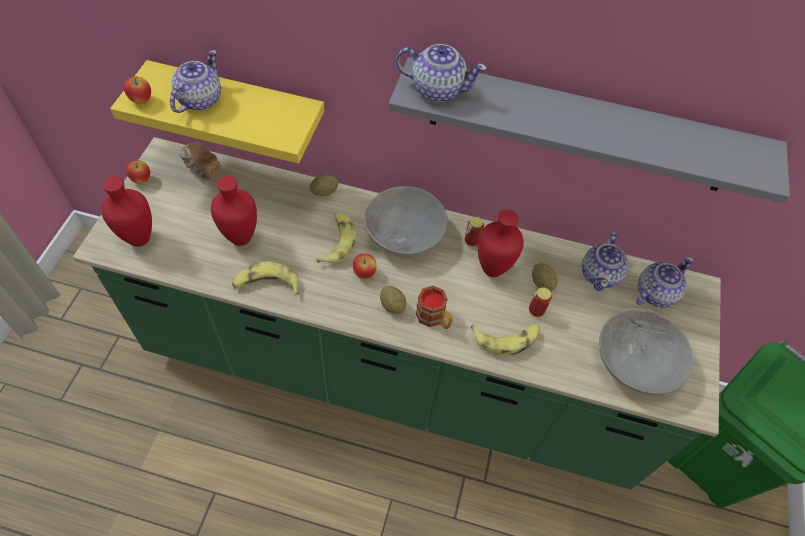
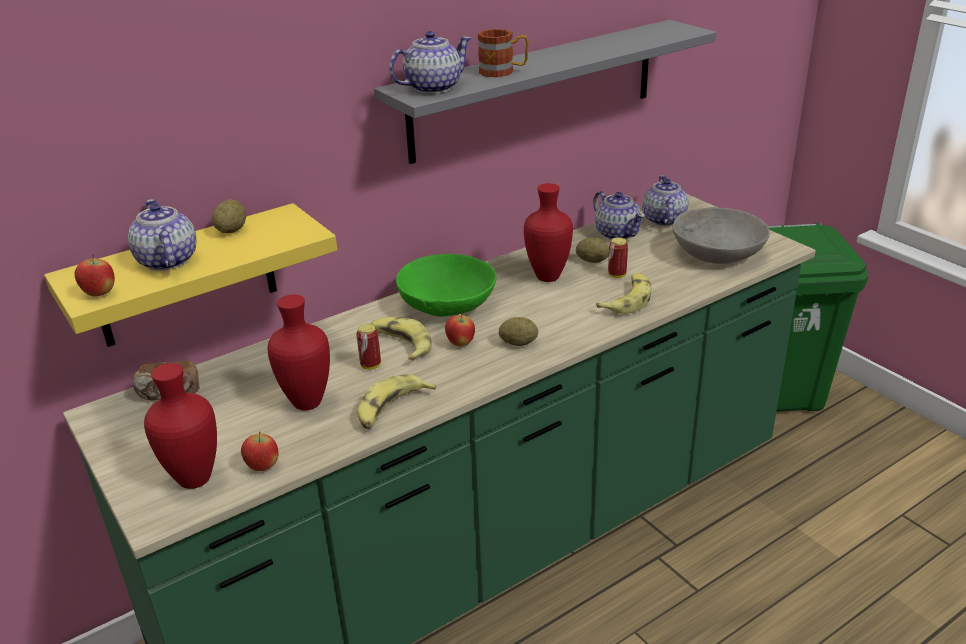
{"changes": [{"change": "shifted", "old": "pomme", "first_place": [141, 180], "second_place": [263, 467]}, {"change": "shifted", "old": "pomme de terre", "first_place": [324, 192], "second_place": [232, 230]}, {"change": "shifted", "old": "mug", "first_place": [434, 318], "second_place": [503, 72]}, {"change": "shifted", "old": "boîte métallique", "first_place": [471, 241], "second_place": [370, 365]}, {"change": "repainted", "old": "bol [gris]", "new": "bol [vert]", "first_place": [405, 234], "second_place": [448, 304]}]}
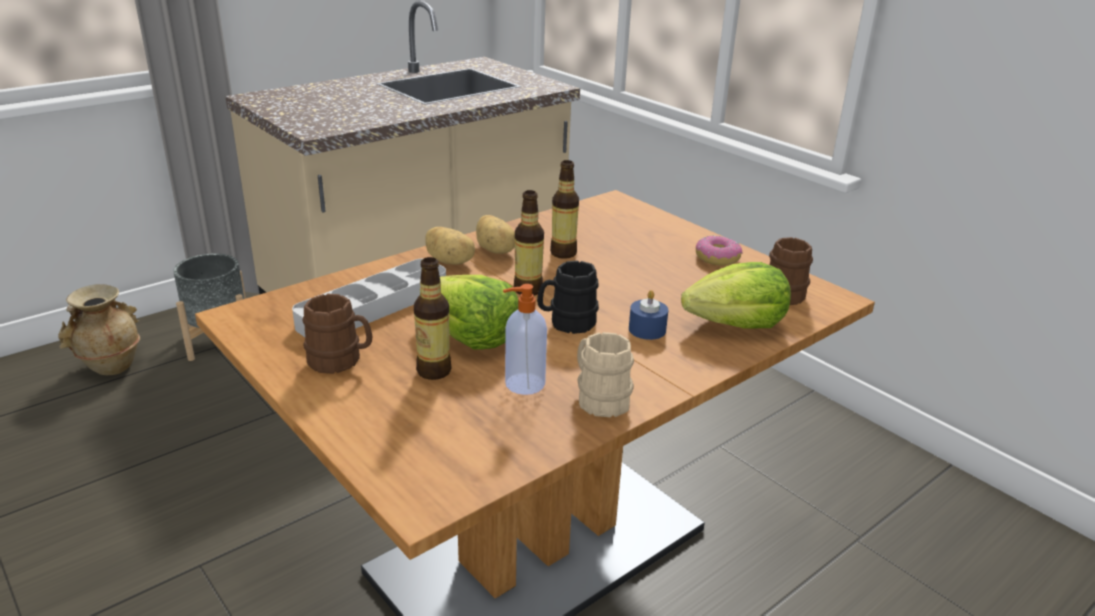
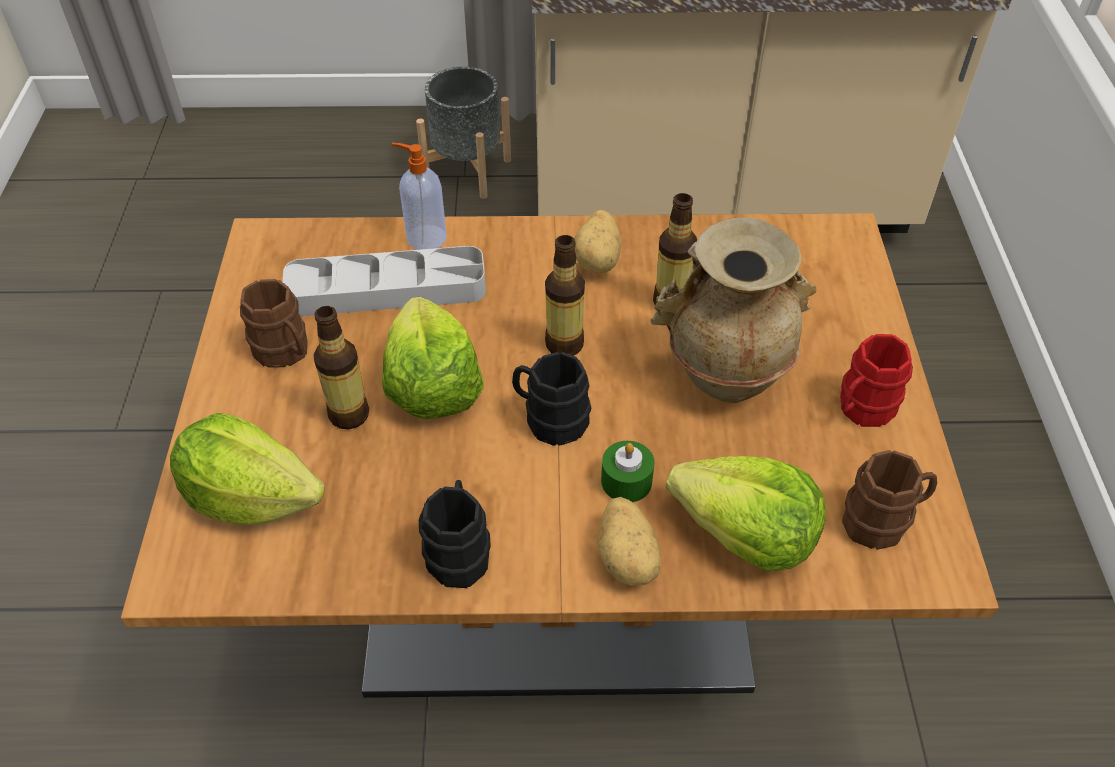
{"changes": [{"change": "new", "new": "laitue", "second_place": [251, 497]}, {"change": "shifted", "old": "vase [beige]", "first_place": [111, 366], "second_place": [724, 375]}, {"change": "shifted", "old": "pomme de terre", "first_place": [450, 261], "second_place": [628, 558]}, {"change": "shifted", "old": "distributeur de savon", "first_place": [523, 384], "second_place": [425, 238]}, {"change": "swapped", "old": "beignet", "new": "mug [rouge]", "first_place": [717, 258], "second_place": [861, 409]}, {"change": "repainted", "old": "mug [beige]", "new": "mug [noir]", "first_place": [598, 398], "second_place": [459, 551]}, {"change": "repainted", "old": "bougie [bleu]", "new": "bougie [vert]", "first_place": [647, 329], "second_place": [626, 481]}]}
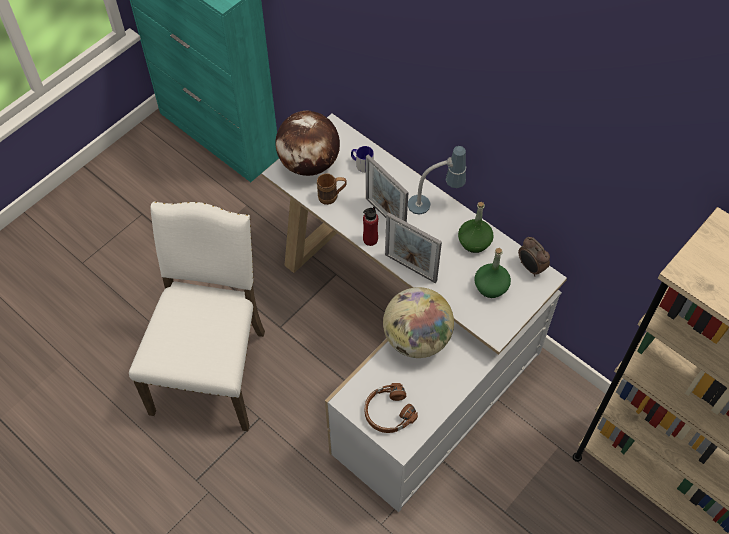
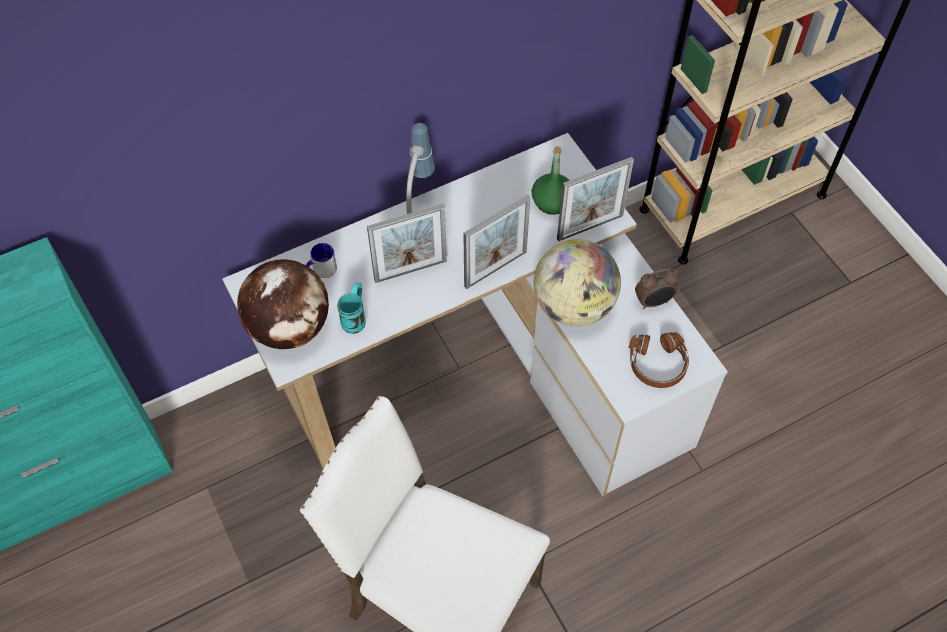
{"changes": [{"change": "gone", "old": "bouteille [rouge]", "first_place": [370, 239]}, {"change": "gone", "old": "bouteille [vert]", "first_place": [474, 242]}, {"change": "new", "new": "cadre photo", "second_place": [590, 227]}, {"change": "shifted", "old": "réveil", "first_place": [530, 267], "second_place": [654, 302]}, {"change": "repainted", "old": "mug [marron]", "new": "mug [turquoise]", "first_place": [332, 197], "second_place": [356, 318]}]}
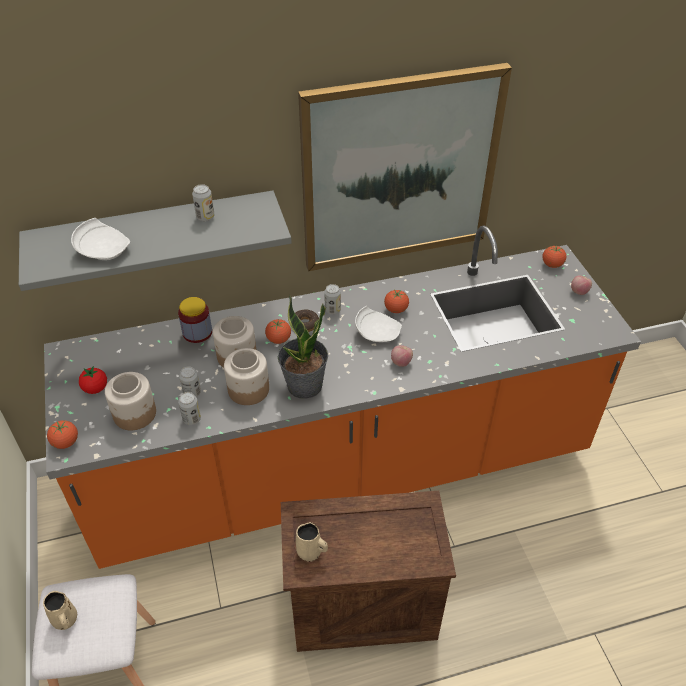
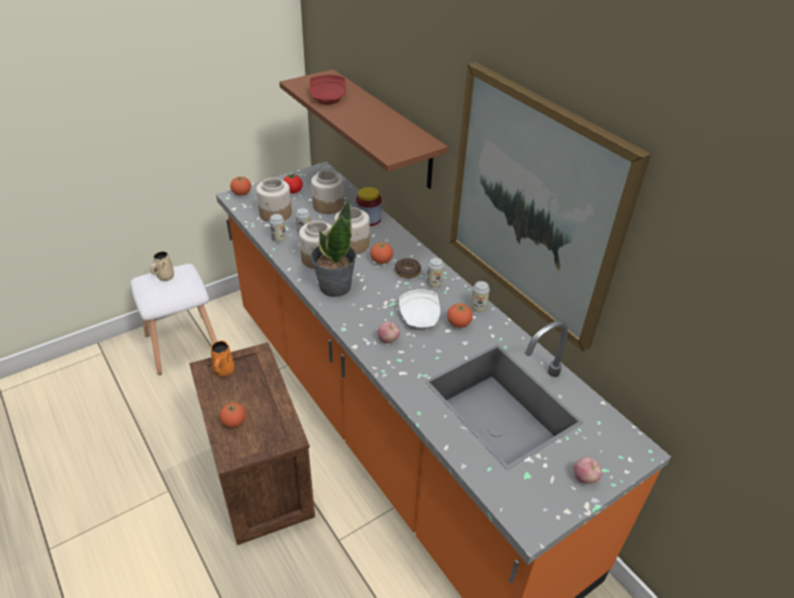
{"changes": [{"change": "new", "new": "bocal", "second_place": [328, 205]}, {"change": "shifted", "old": "boîte métallique", "first_place": [205, 217], "second_place": [478, 307]}, {"change": "shifted", "old": "tomate", "first_place": [552, 265], "second_place": [234, 422]}, {"change": "repainted", "old": "étagère [gris]", "new": "étagère [marron]", "first_place": [156, 236], "second_place": [384, 129]}, {"change": "repainted", "old": "assiette [blanc]", "new": "assiette [rouge]", "first_place": [103, 249], "second_place": [328, 98]}, {"change": "repainted", "old": "mug [beige]", "new": "mug [orange]", "first_place": [310, 552], "second_place": [223, 371]}]}
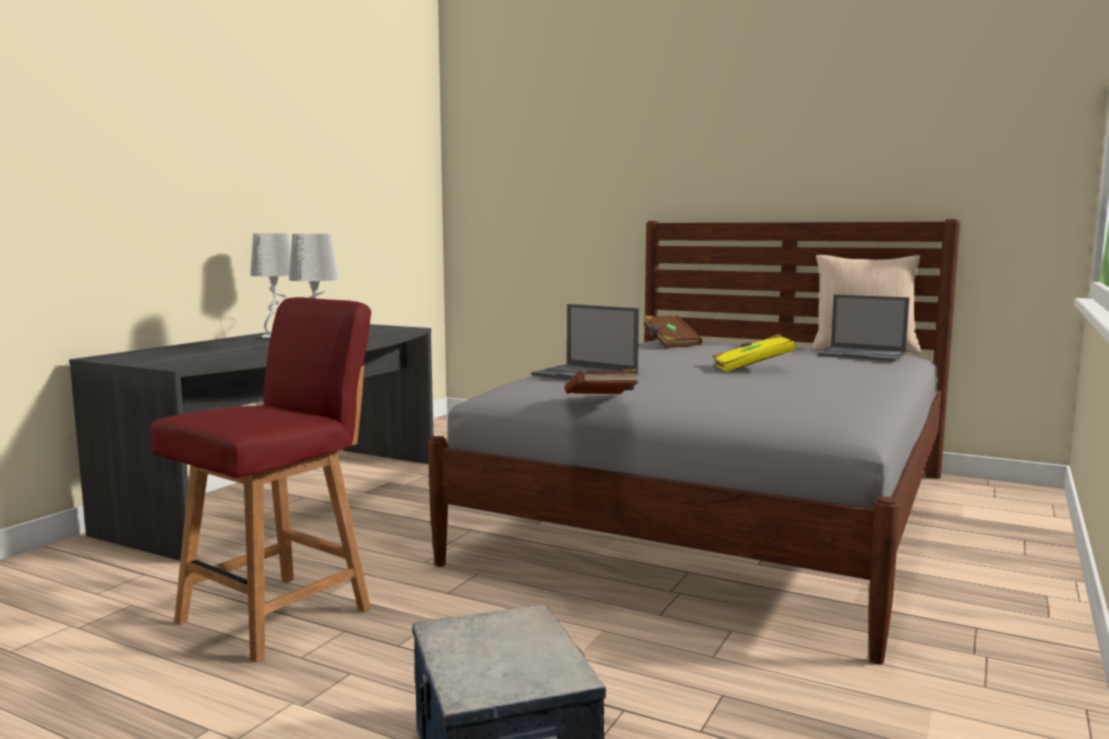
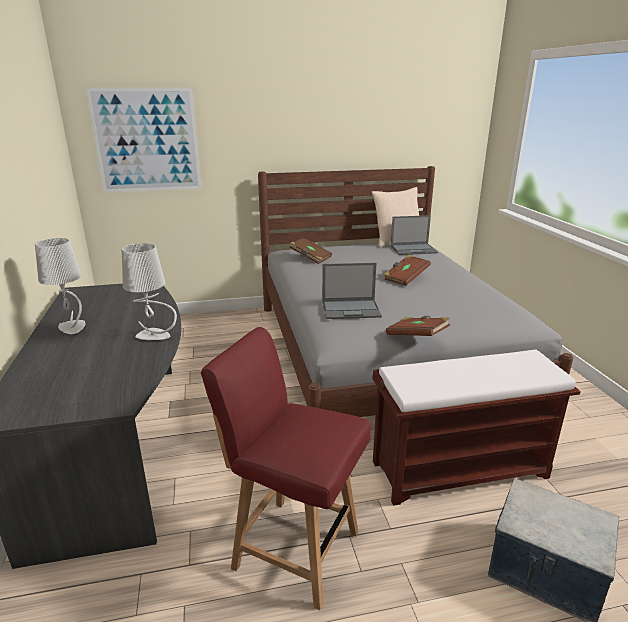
{"changes": [{"change": "new", "new": "tableau", "second_place": [147, 141]}, {"change": "new", "new": "banc [marron]", "second_place": [460, 469]}, {"change": "repainted", "old": "livre [jaune]", "new": "livre [marron]", "first_place": [752, 369], "second_place": [405, 278]}, {"change": "rotated", "old": "chaise [rouge]", "first_place": [279, 614], "second_place": [294, 548], "degrees": -60}]}
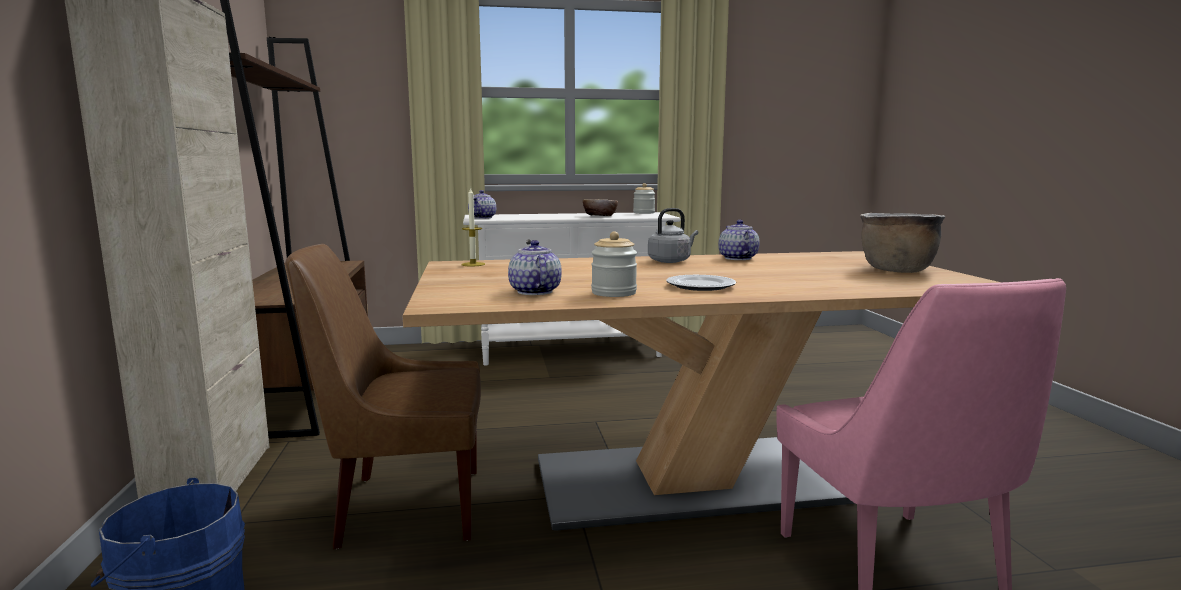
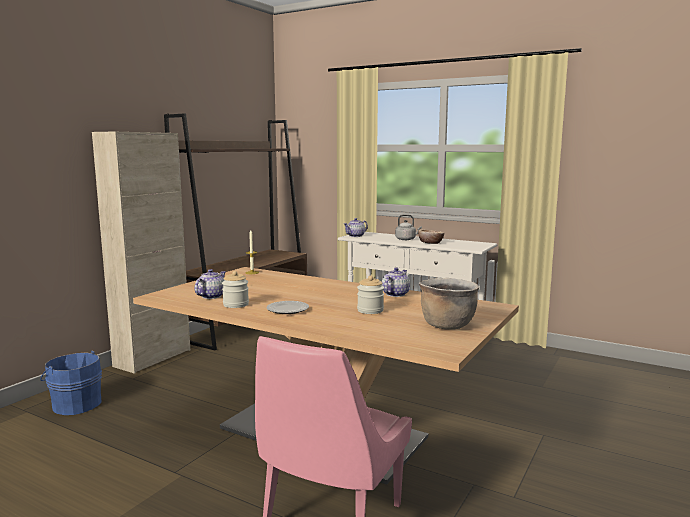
{"changes": [{"change": "gone", "old": "chaise [marron]", "first_place": [404, 507]}, {"change": "shifted", "old": "bocal", "first_place": [644, 213], "second_place": [370, 310]}, {"change": "shifted", "old": "bouilloire [gris]", "first_place": [671, 261], "second_place": [406, 239]}]}
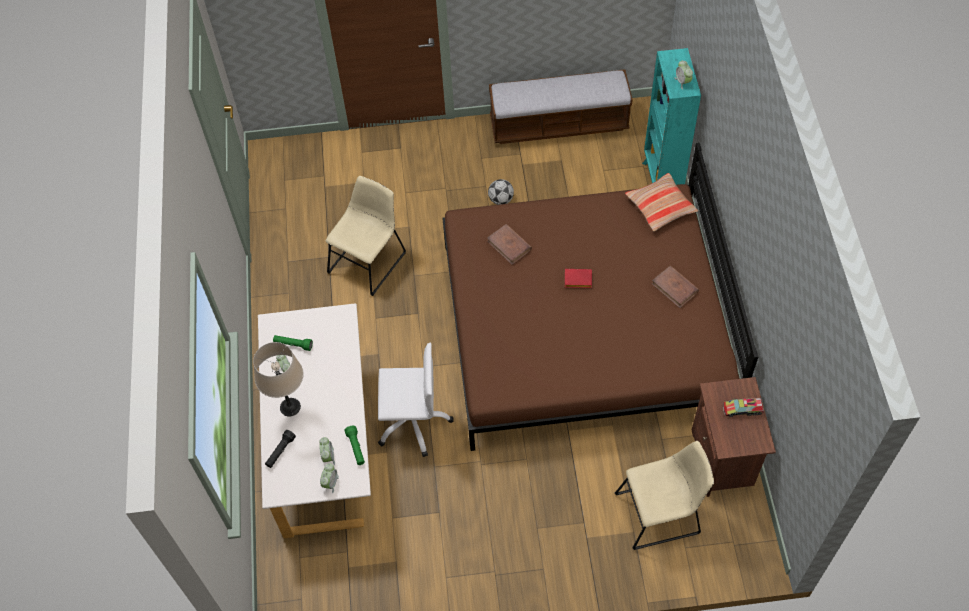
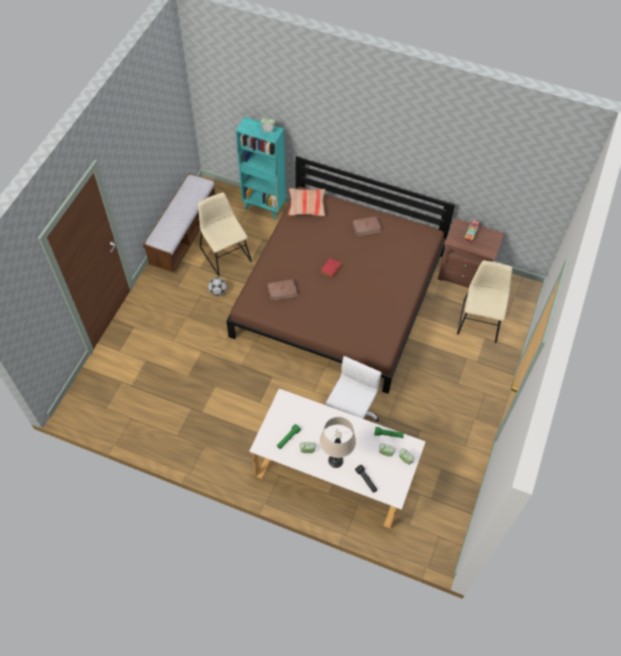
{"changes": [{"change": "shifted", "old": "chaise [beige]", "first_place": [369, 260], "second_place": [224, 253]}]}
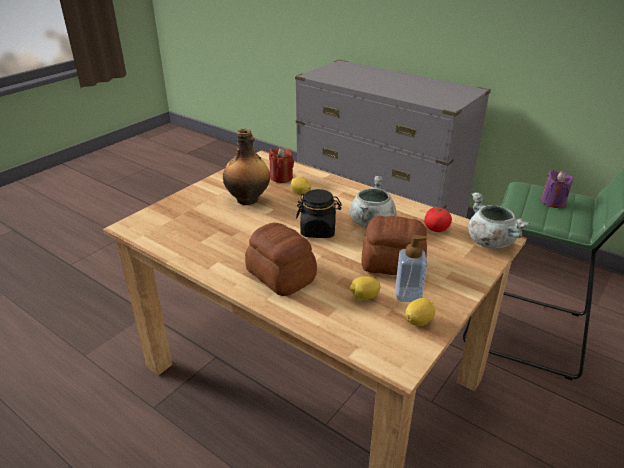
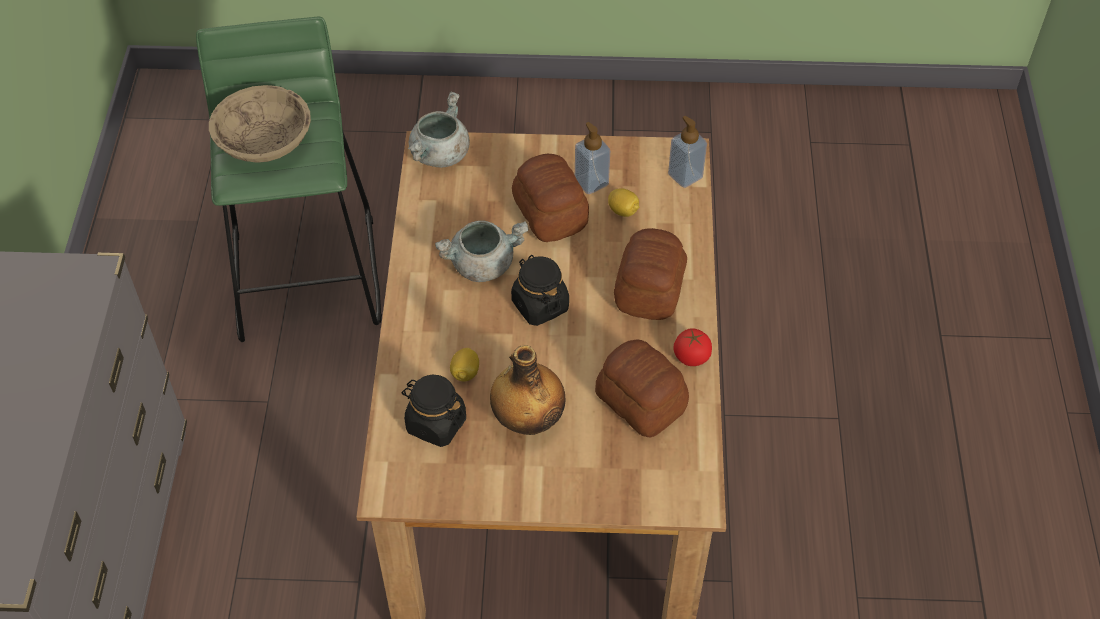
{"changes": [{"change": "gone", "old": "citron", "first_place": [418, 321]}, {"change": "new", "new": "pain", "second_place": [640, 403]}, {"change": "new", "new": "distributeur de savon", "second_place": [685, 176]}, {"change": "shifted", "old": "tomate", "first_place": [436, 228], "second_place": [691, 356]}, {"change": "swapped", "old": "bougie [rouge]", "new": "bocal [noir]", "first_place": [281, 177], "second_place": [435, 423]}, {"change": "swapped", "old": "bougie [violet]", "new": "bol [beige]", "first_place": [553, 202], "second_place": [265, 143]}]}
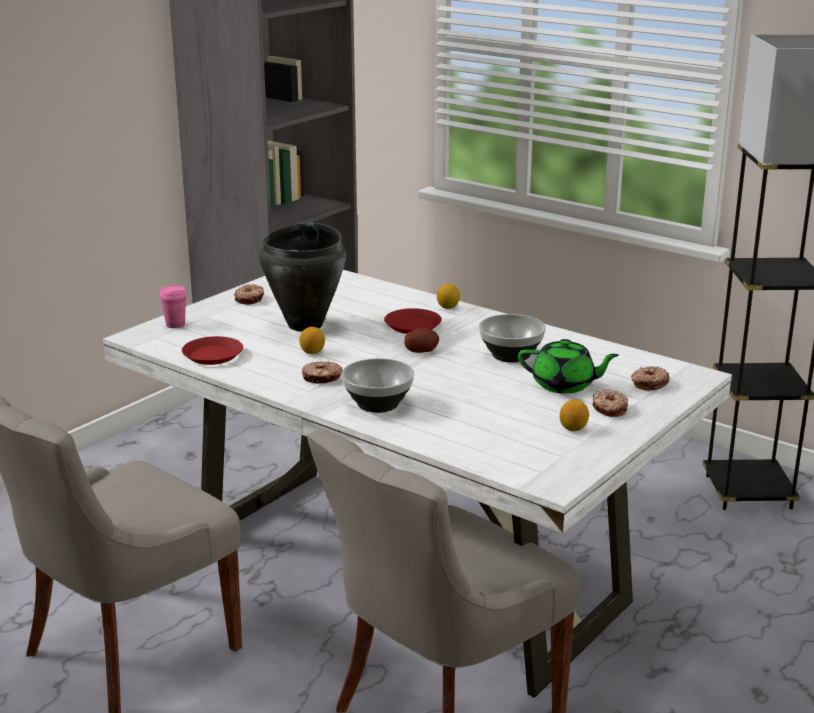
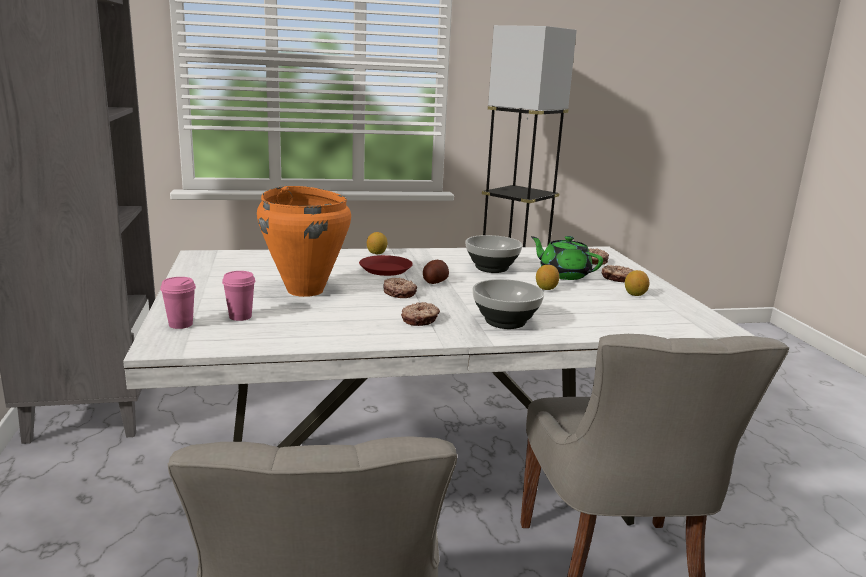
{"changes": [{"change": "gone", "old": "assiette [rouge]", "first_place": [212, 355]}, {"change": "new", "new": "tasse [rose]", "second_place": [240, 317]}, {"change": "shifted", "old": "beignet", "first_place": [250, 299], "second_place": [399, 293]}, {"change": "shifted", "old": "citron", "first_place": [312, 352], "second_place": [546, 288]}, {"change": "repainted", "old": "marmite [noir]", "new": "marmite [orange]", "first_place": [306, 325], "second_place": [305, 290]}, {"change": "rotated", "old": "théière [vert]", "first_place": [564, 385], "second_place": [563, 274], "degrees": -105}]}
